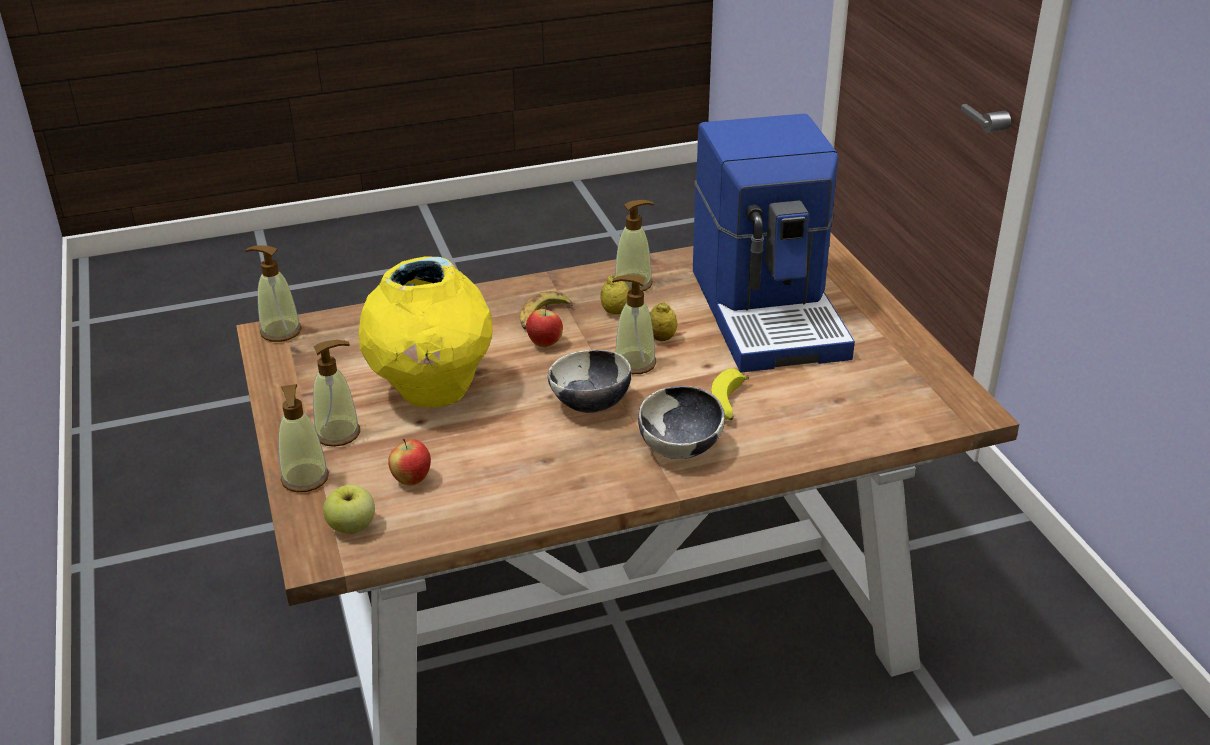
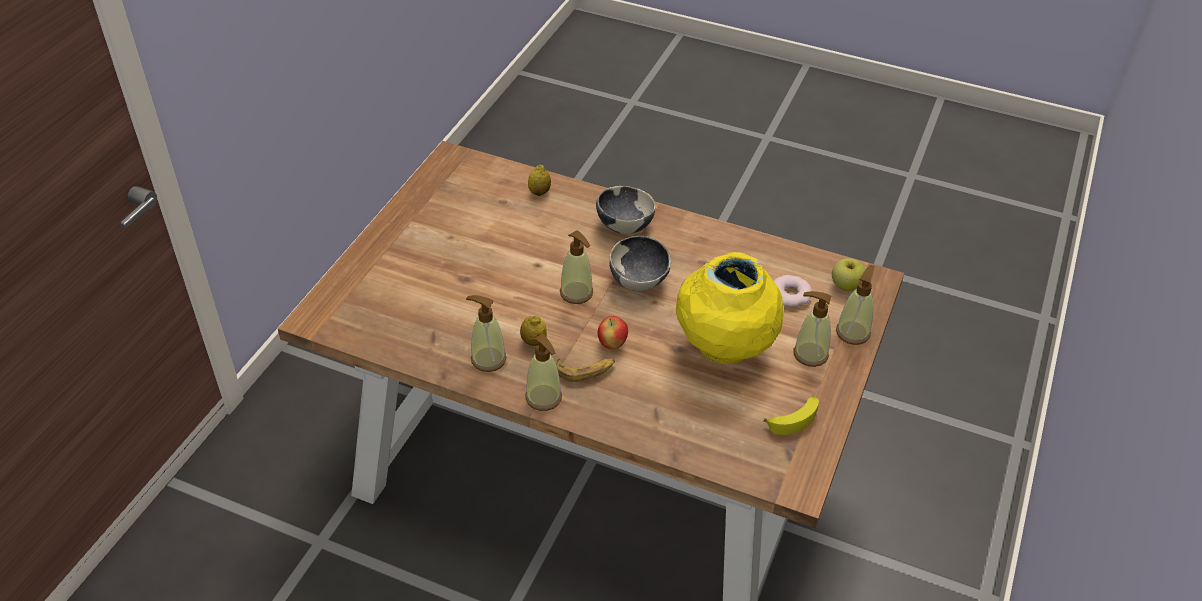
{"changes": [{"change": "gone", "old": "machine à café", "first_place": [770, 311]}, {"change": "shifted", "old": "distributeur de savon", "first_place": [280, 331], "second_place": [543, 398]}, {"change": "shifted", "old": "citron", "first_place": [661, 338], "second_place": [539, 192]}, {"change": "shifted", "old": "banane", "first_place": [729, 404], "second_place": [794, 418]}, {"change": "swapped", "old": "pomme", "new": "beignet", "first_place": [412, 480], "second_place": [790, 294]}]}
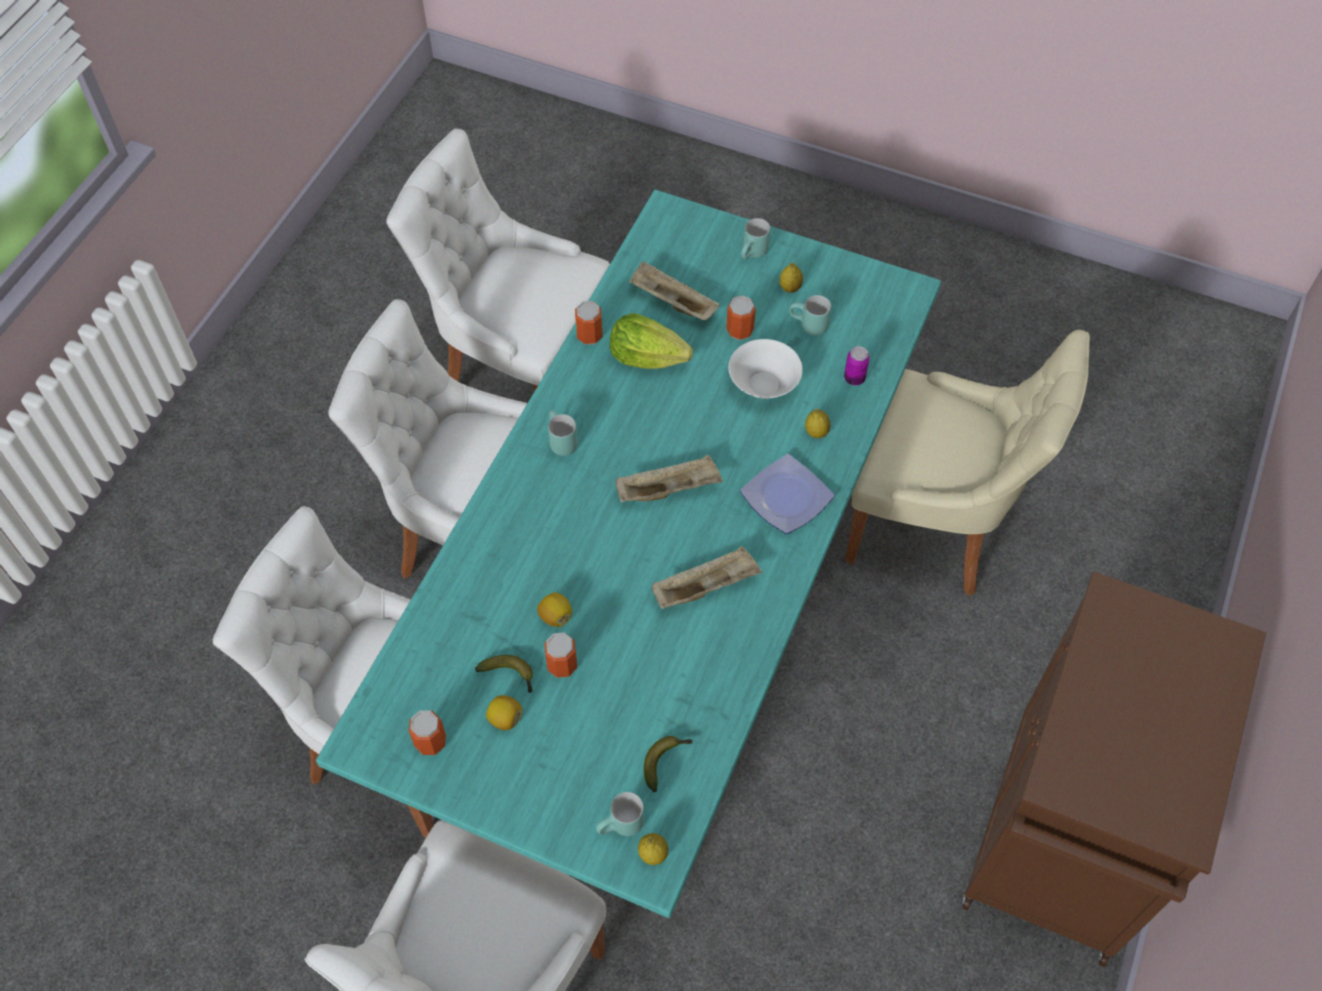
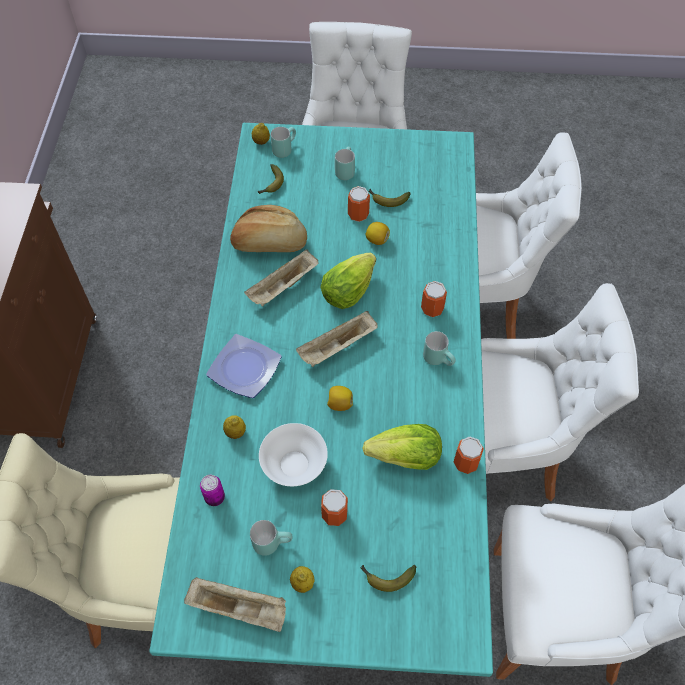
{"changes": [{"change": "new", "new": "pain", "second_place": [269, 243]}, {"change": "new", "new": "laitue", "second_place": [347, 291]}, {"change": "new", "new": "banane", "second_place": [386, 577]}, {"change": "shifted", "old": "boîte métallique", "first_place": [430, 742], "second_place": [432, 309]}, {"change": "shifted", "old": "citron", "first_place": [505, 719], "second_place": [339, 404]}, {"change": "shifted", "old": "plateau [beige]", "first_place": [672, 303], "second_place": [239, 608]}, {"change": "shifted", "old": "mug [turquoise]", "first_place": [754, 254], "second_place": [344, 170]}]}
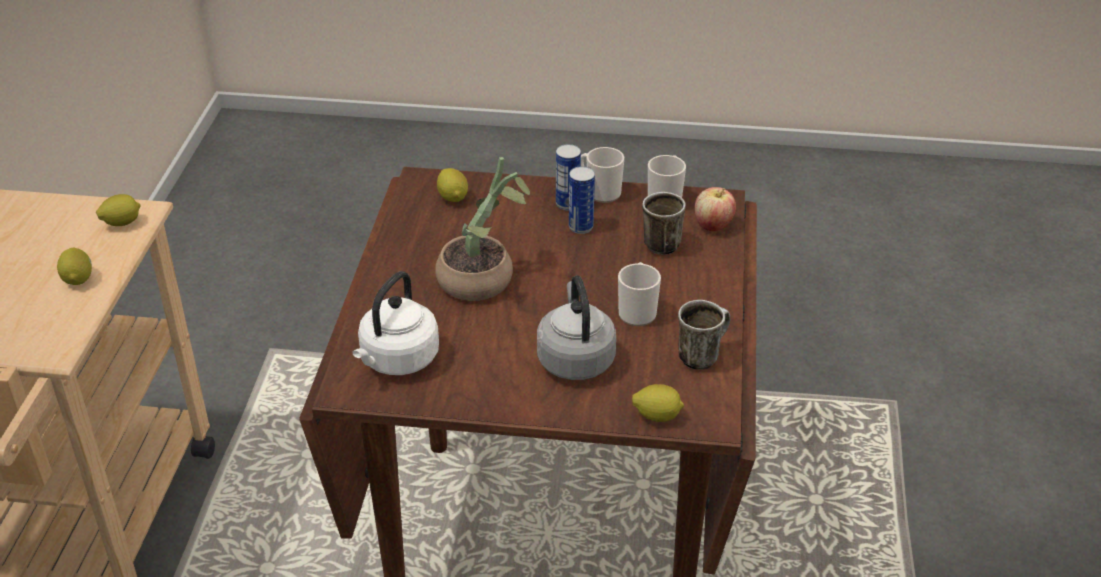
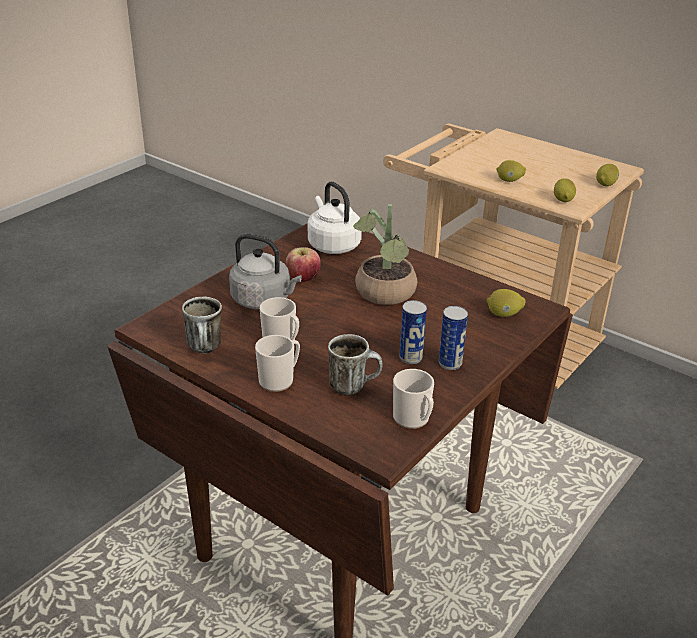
{"changes": [{"change": "shifted", "old": "mug", "first_place": [600, 192], "second_place": [279, 380]}, {"change": "shifted", "old": "citron", "first_place": [657, 416], "second_place": [606, 184]}, {"change": "shifted", "old": "pomme", "first_place": [713, 225], "second_place": [303, 278]}]}
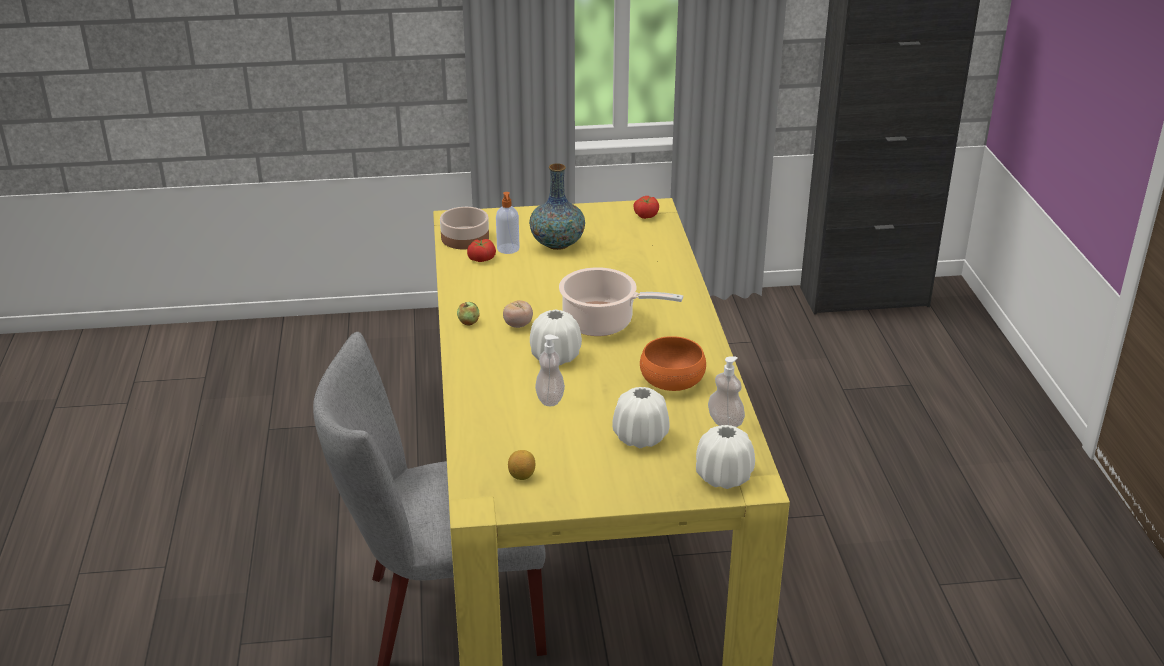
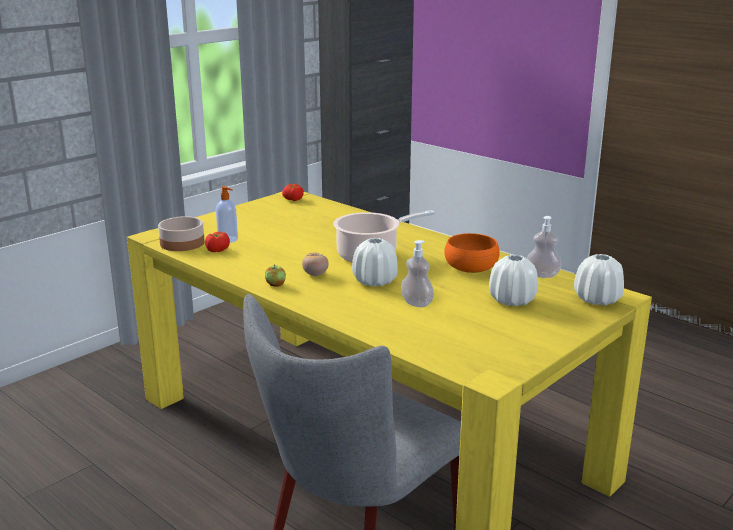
{"changes": [{"change": "gone", "old": "citron", "first_place": [521, 476]}, {"change": "gone", "old": "vase", "first_place": [557, 244]}]}
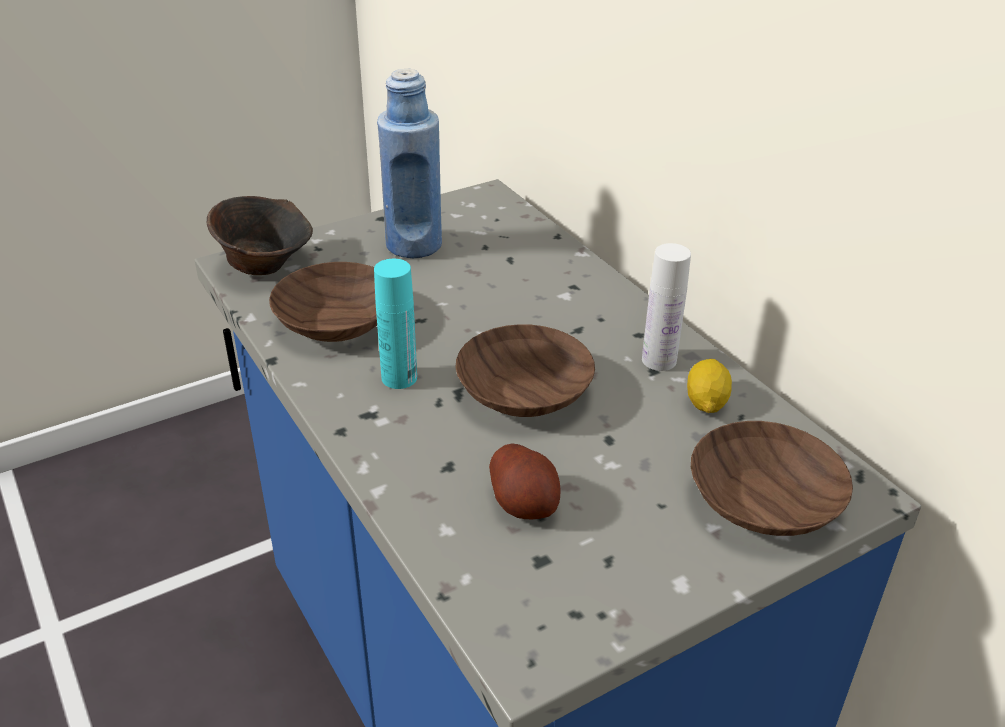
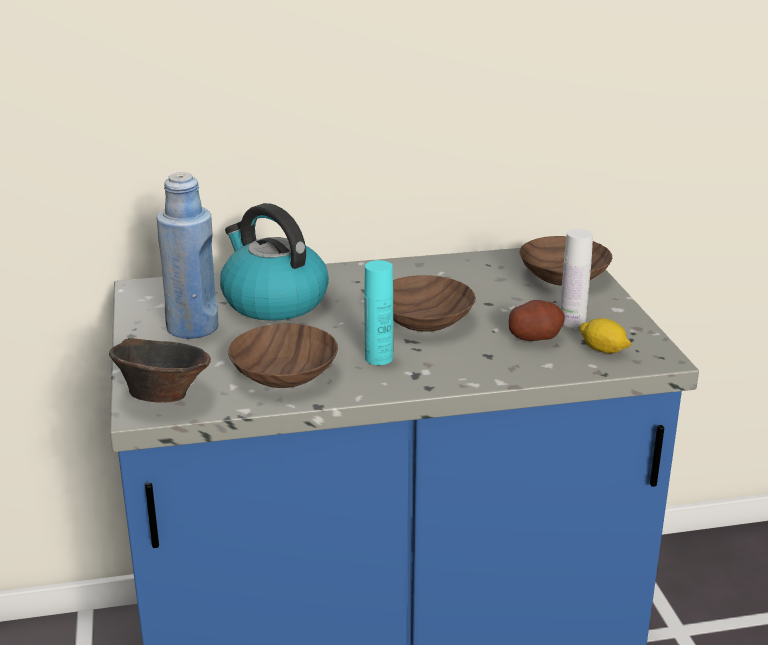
{"changes": [{"change": "new", "new": "bouilloire", "second_place": [273, 301]}, {"change": "shifted", "old": "bouteille [blanc]", "first_place": [659, 360], "second_place": [572, 322]}, {"change": "shifted", "old": "citron", "first_place": [706, 402], "second_place": [603, 350]}]}
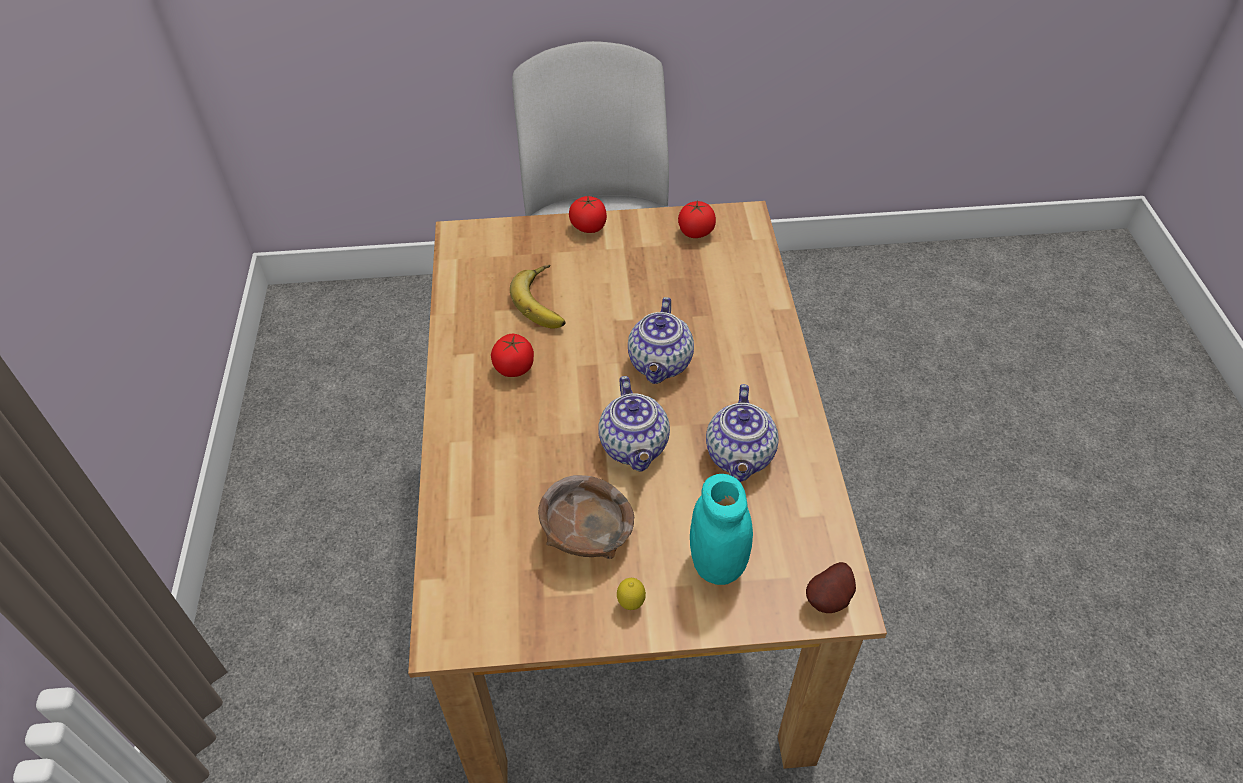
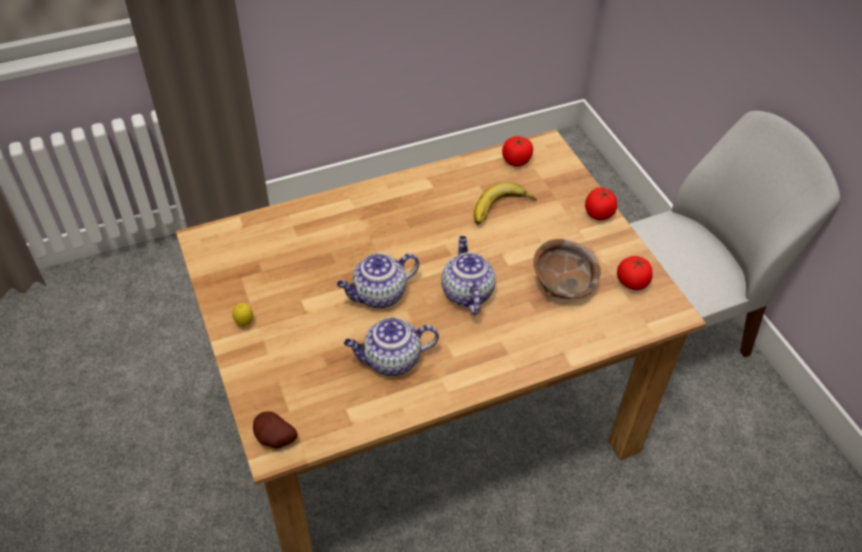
{"changes": [{"change": "gone", "old": "bocal [turquoise]", "first_place": [717, 564]}, {"change": "shifted", "old": "tomate", "first_place": [514, 367], "second_place": [516, 161]}, {"change": "shifted", "old": "bol [marron]", "first_place": [586, 534], "second_place": [562, 283]}, {"change": "rotated", "old": "théière", "first_place": [660, 365], "second_place": [466, 292], "degrees": 90}]}
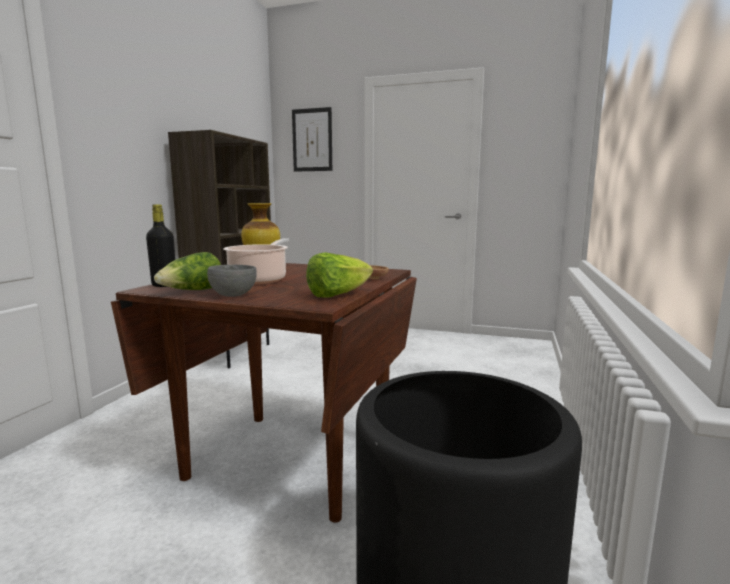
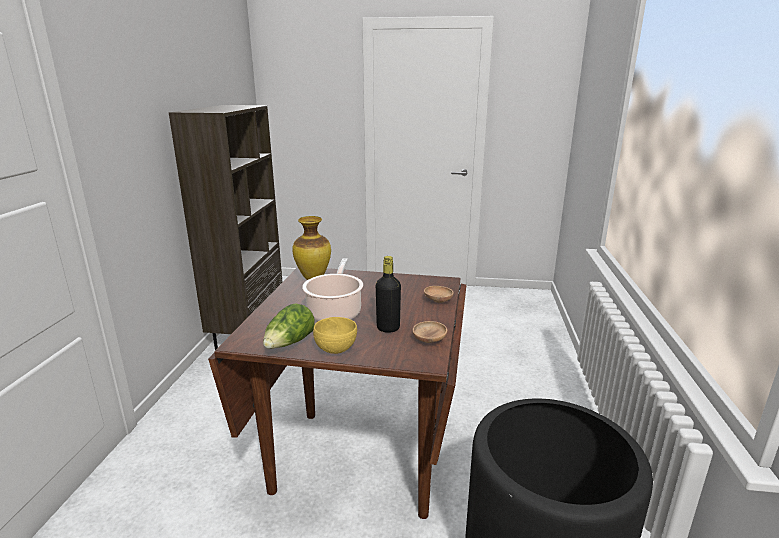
{"changes": [{"change": "gone", "old": "tableau", "first_place": [312, 140]}, {"change": "shifted", "old": "bouteille [noir]", "first_place": [164, 285], "second_place": [388, 328]}, {"change": "swapped", "old": "laitue", "new": "bol [marron]", "first_place": [338, 295], "second_place": [429, 340]}, {"change": "repainted", "old": "bol [gris]", "new": "bol [jaune]", "first_place": [232, 295], "second_place": [335, 349]}]}
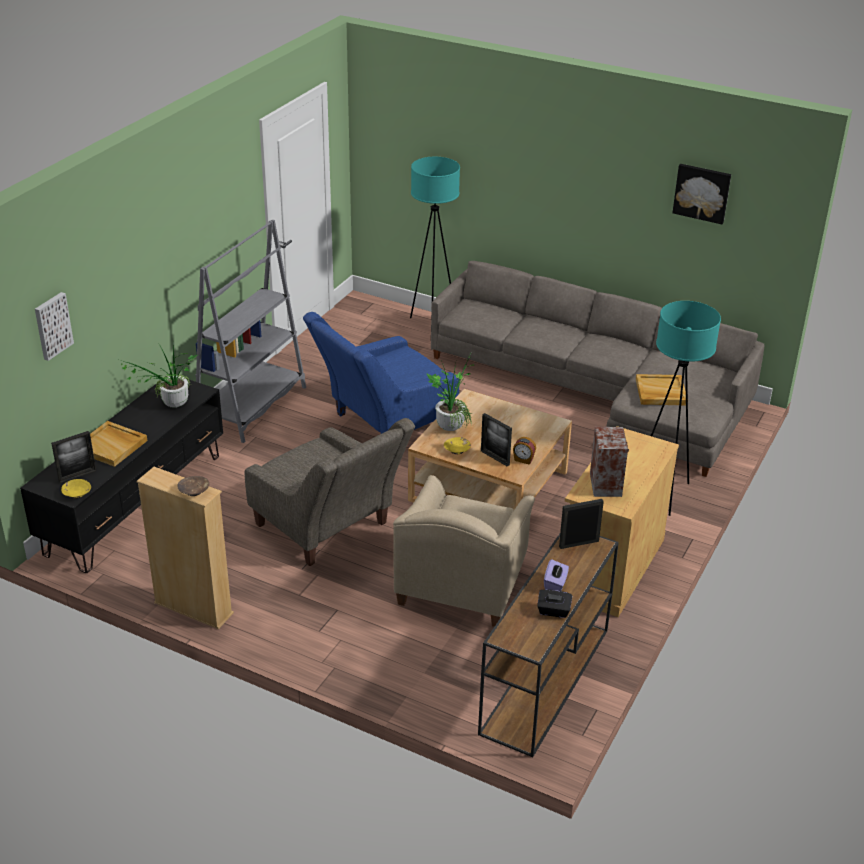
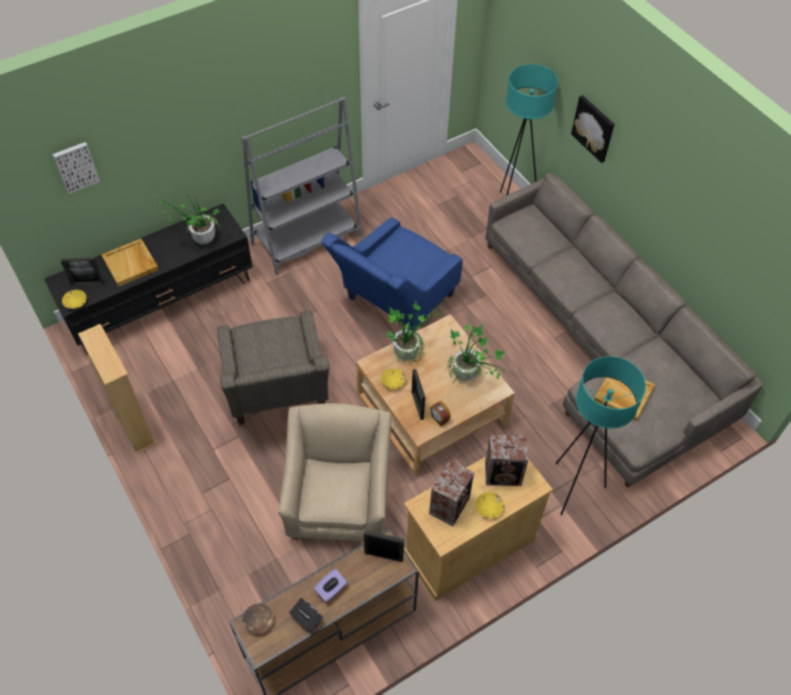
{"changes": [{"change": "new", "new": "plante en pot", "second_place": [470, 376]}, {"change": "new", "new": "bol [jaune]", "second_place": [489, 508]}, {"change": "new", "new": "enceinte", "second_place": [504, 474]}, {"change": "shifted", "old": "bol [marron]", "first_place": [194, 491], "second_place": [259, 621]}, {"change": "shifted", "old": "tableau", "first_place": [702, 193], "second_place": [594, 128]}, {"change": "rotated", "old": "fauteuil [bleu]", "first_place": [382, 425], "second_place": [393, 304], "degrees": -45}, {"change": "rotated", "old": "fauteuil [beige]", "first_place": [462, 582], "second_place": [339, 499], "degrees": 135}]}
